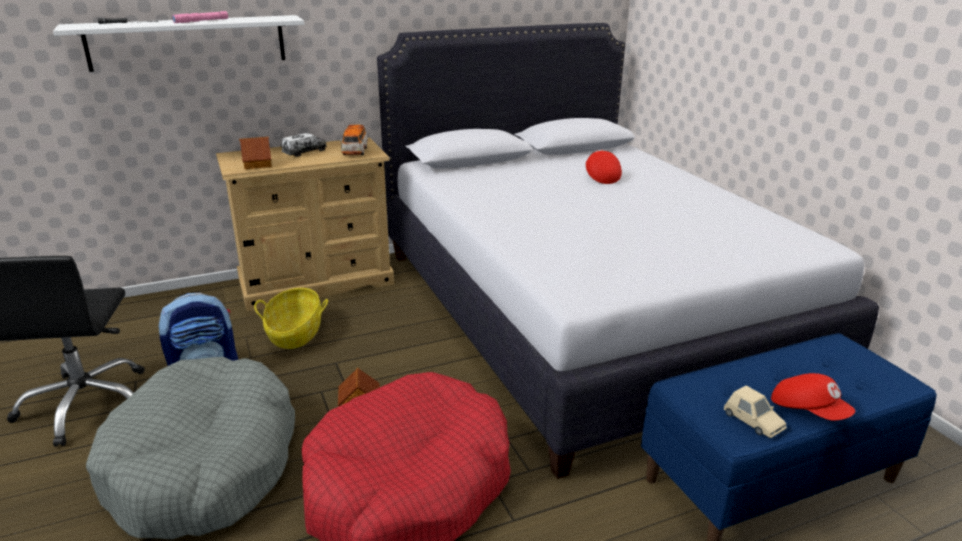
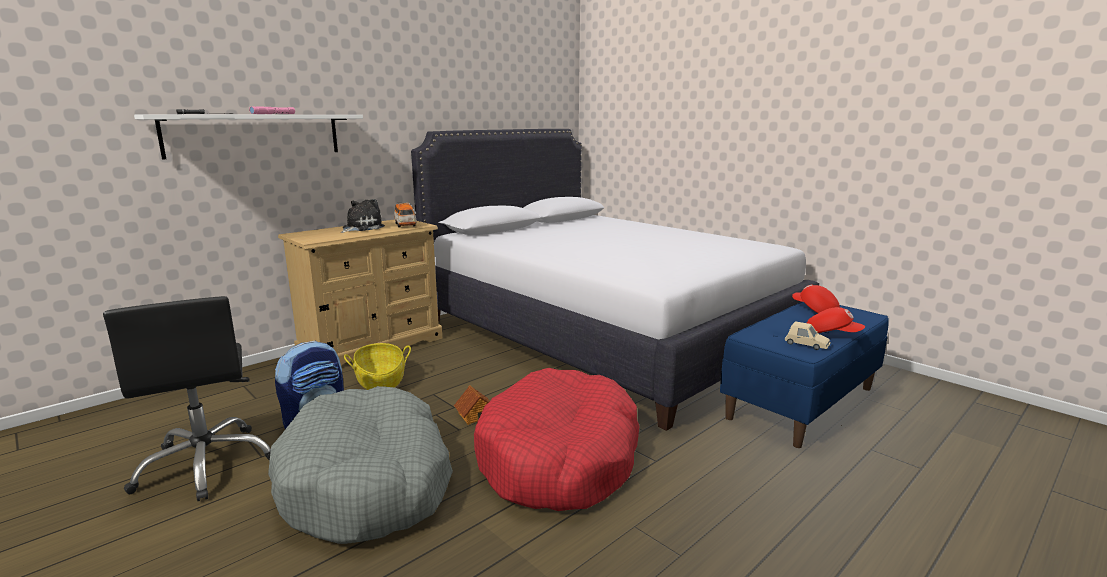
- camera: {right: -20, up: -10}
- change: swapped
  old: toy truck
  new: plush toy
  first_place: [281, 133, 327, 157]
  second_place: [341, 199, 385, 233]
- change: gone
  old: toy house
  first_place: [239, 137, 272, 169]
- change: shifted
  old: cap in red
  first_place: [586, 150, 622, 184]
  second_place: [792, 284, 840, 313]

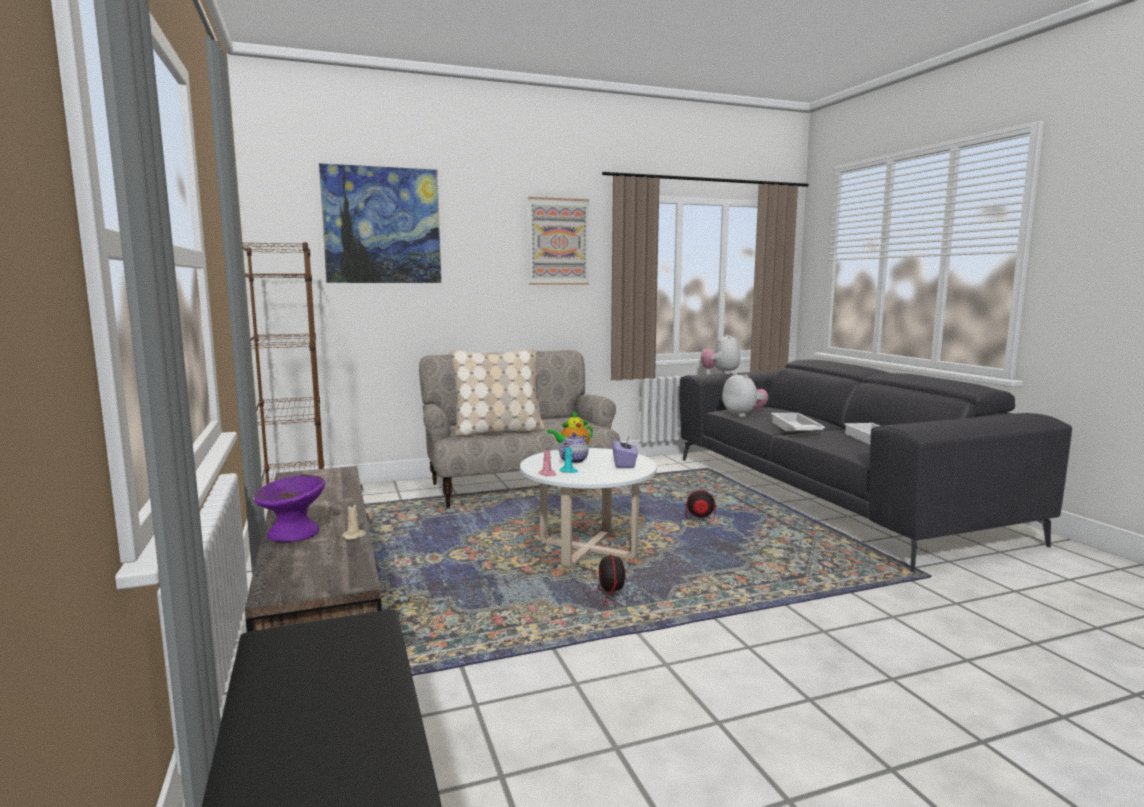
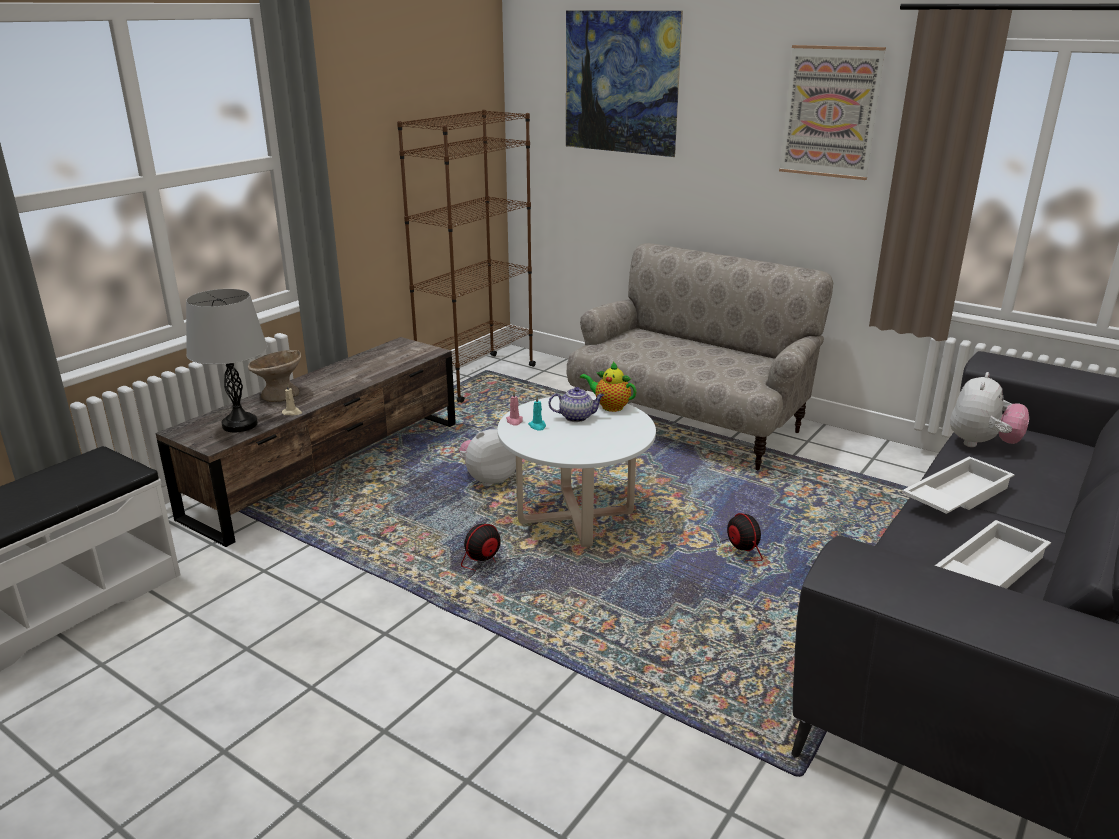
- camera: {right: 55, up: 15}
- change: shifted
  old: plush toy
  first_place: [701, 334, 740, 374]
  second_place: [459, 429, 516, 486]
- change: gone
  old: pillow in beige
  first_place: [450, 349, 544, 436]
- change: gone
  old: tissue box in purple
  first_place: [612, 436, 638, 468]
- change: repainted
  old: bowl in purple
  new: bowl in beige
  first_place: [253, 474, 326, 542]
  second_place: [248, 350, 301, 402]
- change: new
  new: table lamp in grey
  second_place: [186, 289, 267, 432]

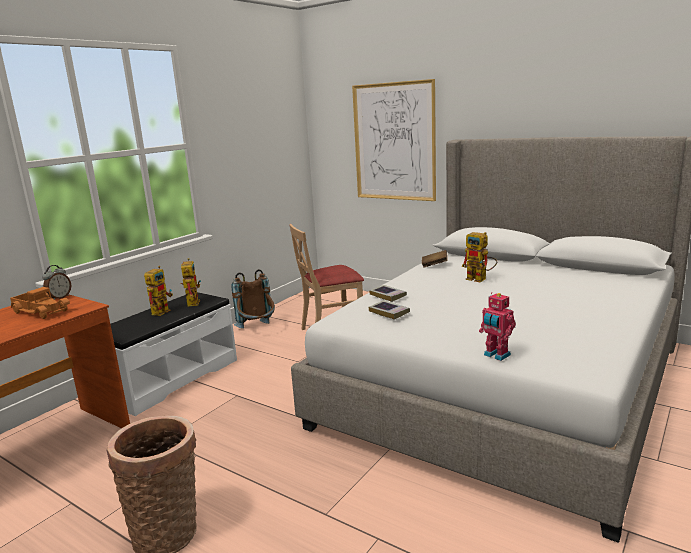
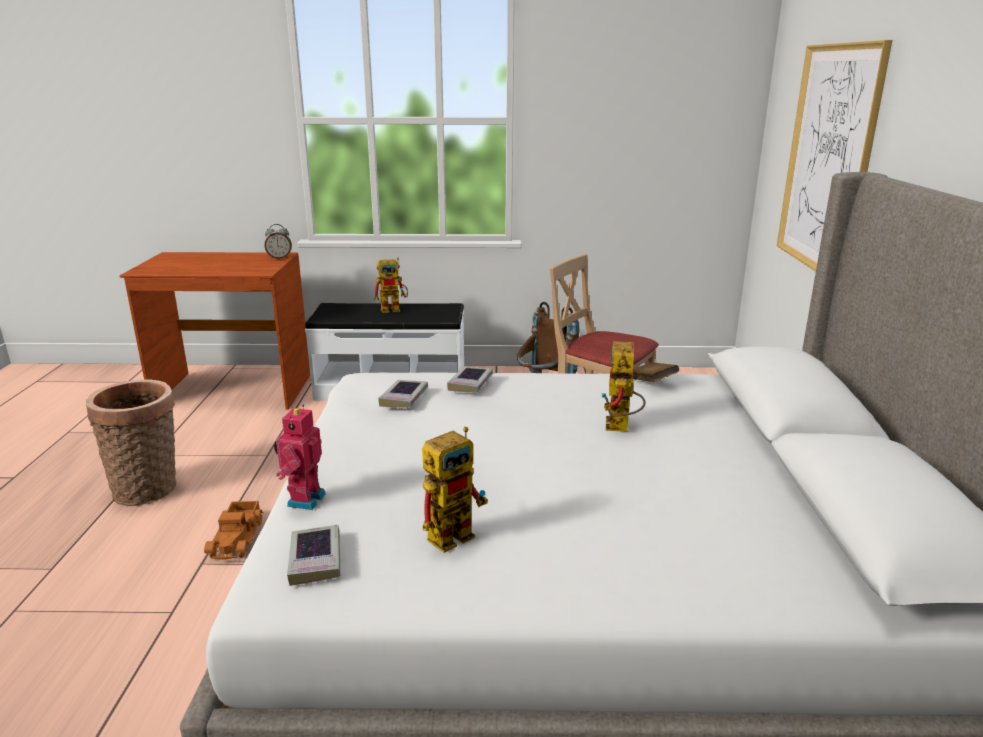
- camera: {right: 55, up: 5}
- change: shifted
  old: toy robot
  first_place: [180, 258, 201, 306]
  second_place: [422, 427, 488, 553]
- change: shifted
  old: toy truck
  first_place: [10, 287, 70, 319]
  second_place: [204, 501, 263, 560]
- change: new
  new: book
  second_place: [287, 525, 340, 586]

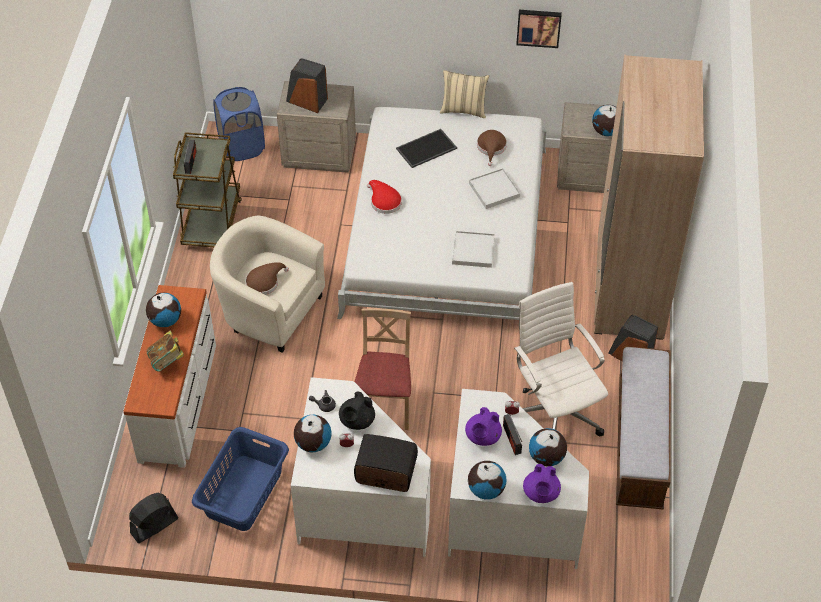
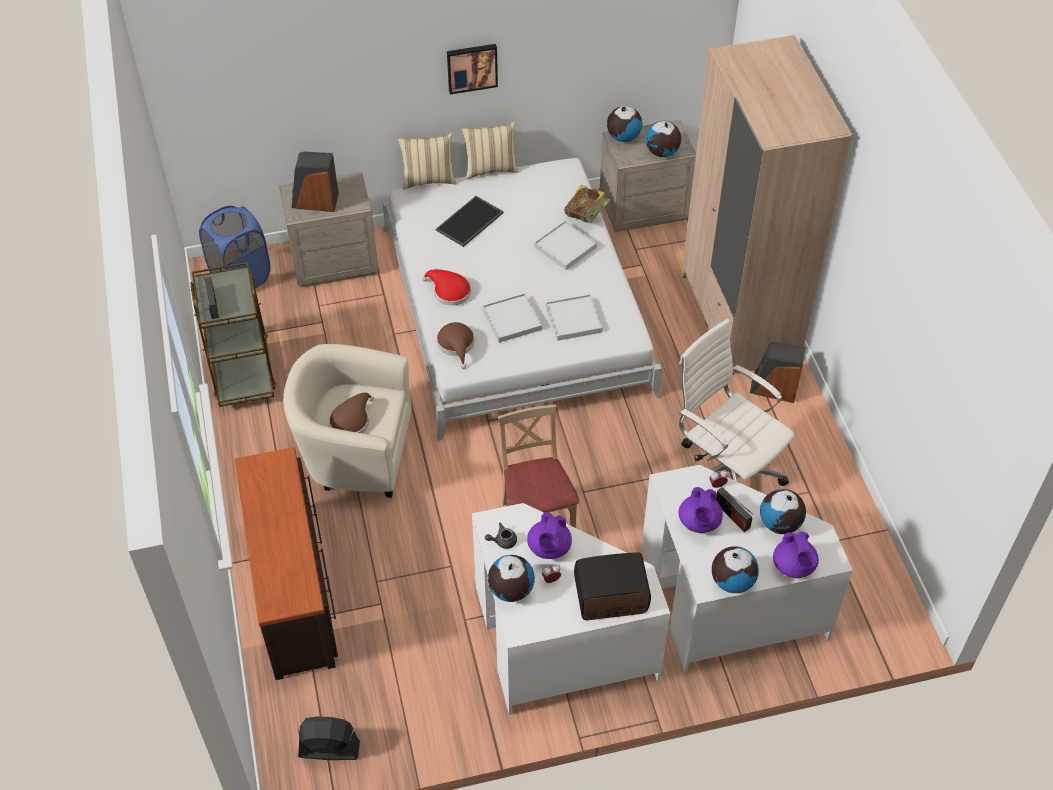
- camera: {right: -20, up: 0}
- change: shifted
  old: picture
  first_place: [516, 10, 562, 48]
  second_place: [447, 44, 498, 95]
- change: shifted
  old: hat in brown
  first_place: [477, 130, 507, 166]
  second_place: [437, 322, 474, 369]
- change: repainted
  old: dresser in white
  new: dresser in brown
  first_place: [123, 285, 216, 468]
  second_place: [235, 447, 338, 680]
- change: shifted
  old: globe
  first_place: [146, 293, 181, 327]
  second_place: [607, 106, 642, 142]
- change: shifted
  old: book
  first_place: [147, 330, 184, 372]
  second_place: [564, 185, 611, 223]
- change: gone
  old: bench
  first_place: [616, 346, 671, 510]
- change: repainted
  old: teapot in black
  new: teapot in purple
  first_place: [339, 392, 375, 430]
  second_place: [527, 512, 572, 559]
- change: gone
  old: laundry basket in blue
  first_place: [192, 427, 289, 531]
- change: rotated
  old: fan in black
  first_place: [129, 493, 178, 543]
  second_place: [298, 716, 360, 760]
  degrees: 60
- change: new
  new: pillow in beige
  second_place: [398, 133, 457, 190]
- change: new
  new: tray in white
  second_place: [482, 293, 542, 343]

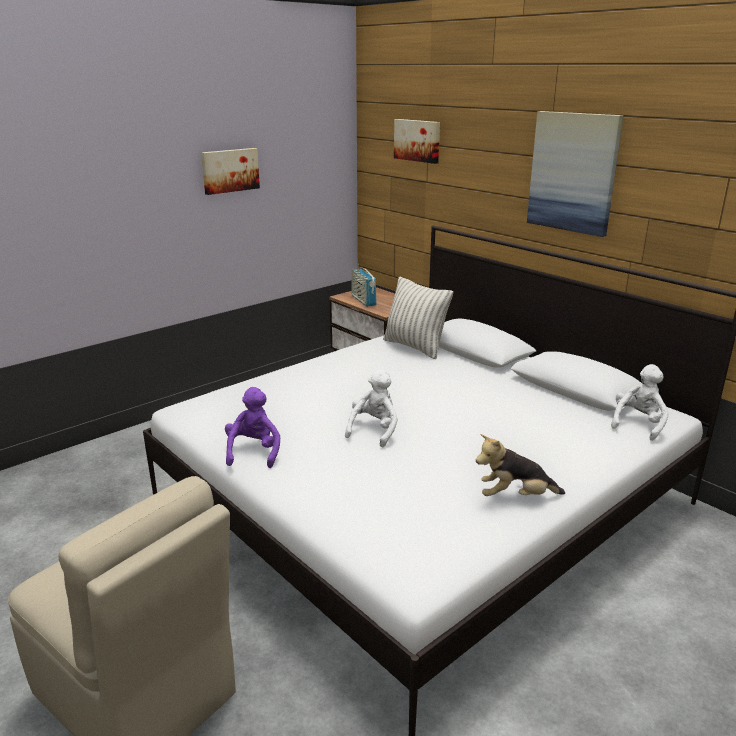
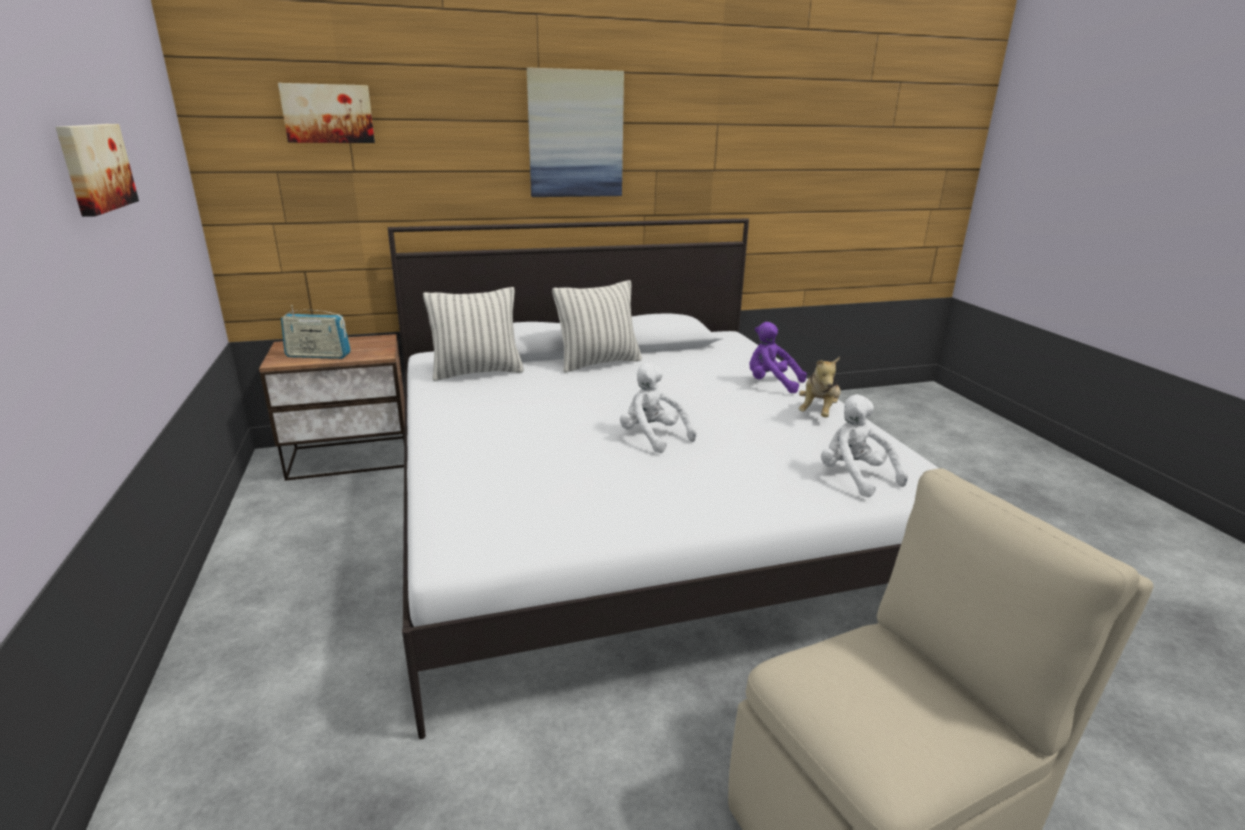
- camera: {right: -65, up: 0}
- change: shifted
  old: plush toy in white
  first_place: [611, 364, 669, 441]
  second_place: [821, 394, 908, 498]
- change: shifted
  old: plush toy in purple
  first_place: [225, 387, 280, 468]
  second_place: [750, 322, 807, 393]
- change: new
  new: pillow
  second_place: [552, 280, 642, 373]

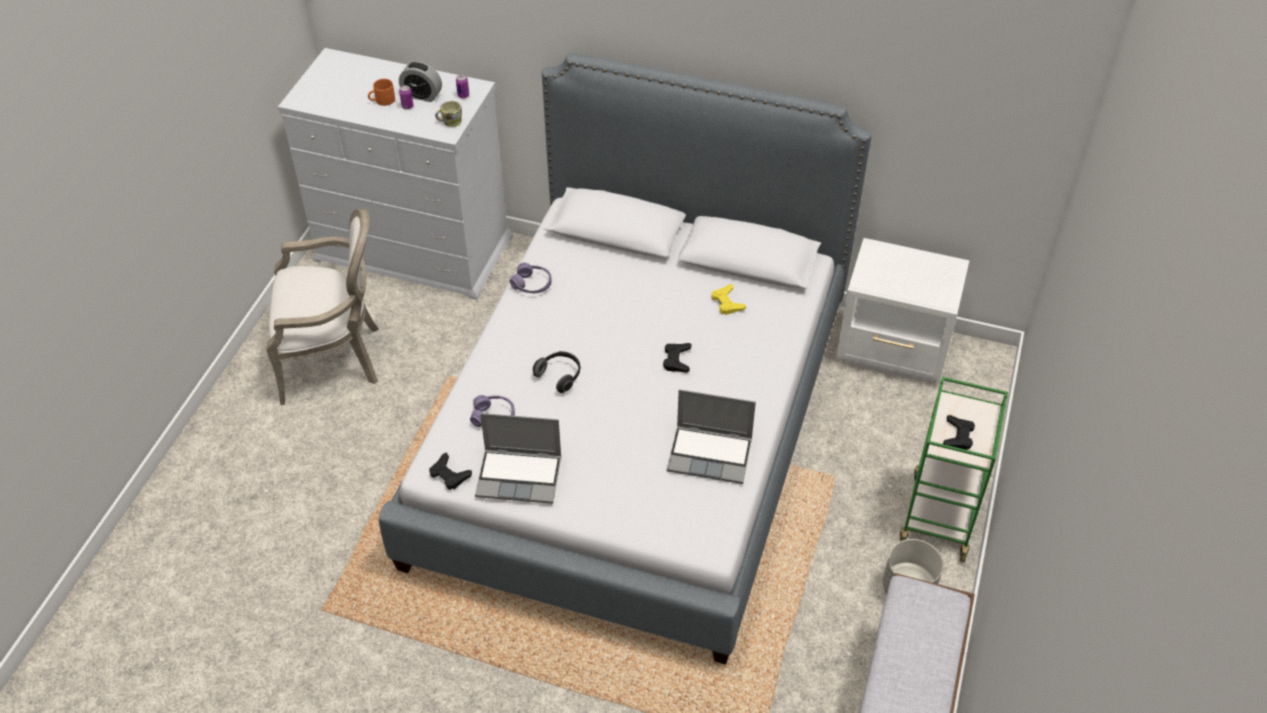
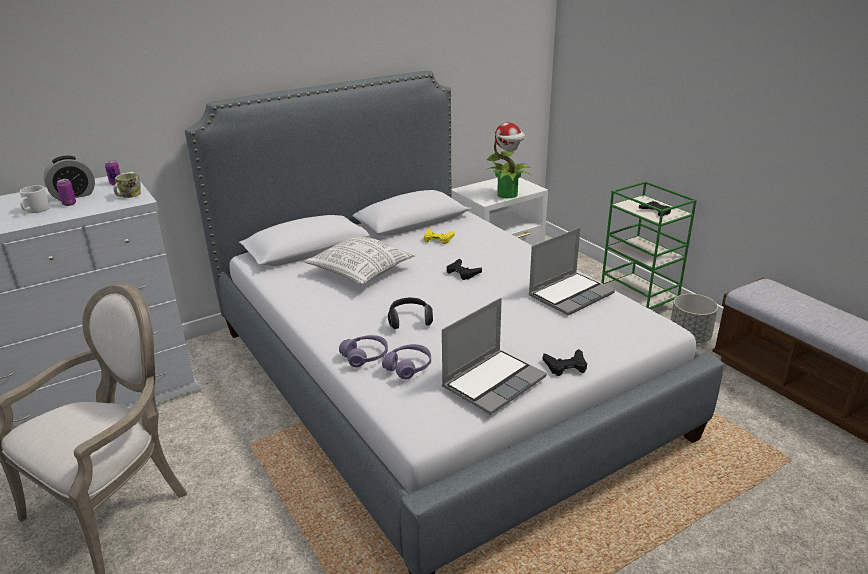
- camera: {right: -50, up: -20}
- change: repainted
  old: mug in orange
  new: mug in white
  first_place: [368, 79, 395, 106]
  second_place: [20, 185, 50, 213]
- change: shifted
  old: headphones in purple
  first_place: [510, 263, 552, 293]
  second_place: [339, 335, 388, 367]
- change: shifted
  old: game controller in black
  first_place: [429, 452, 472, 490]
  second_place: [542, 349, 587, 376]
- change: new
  new: potted plant
  second_place: [486, 122, 531, 199]
- change: new
  new: pillow
  second_place: [304, 235, 416, 285]

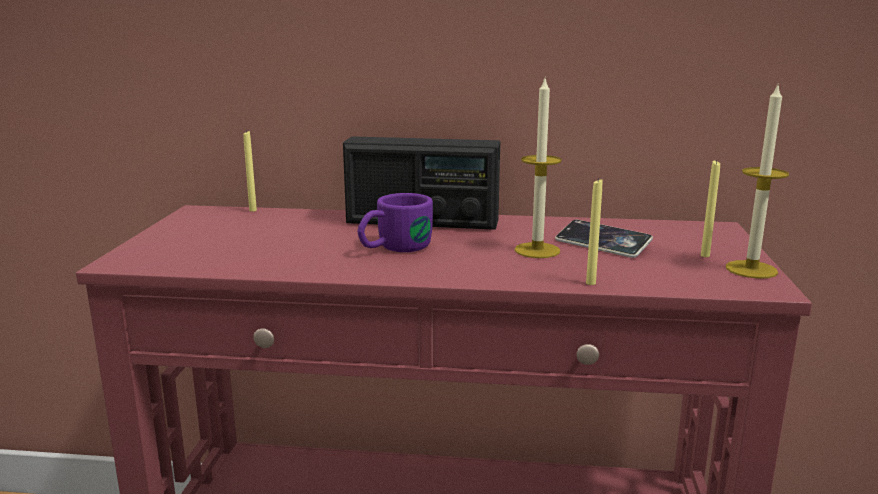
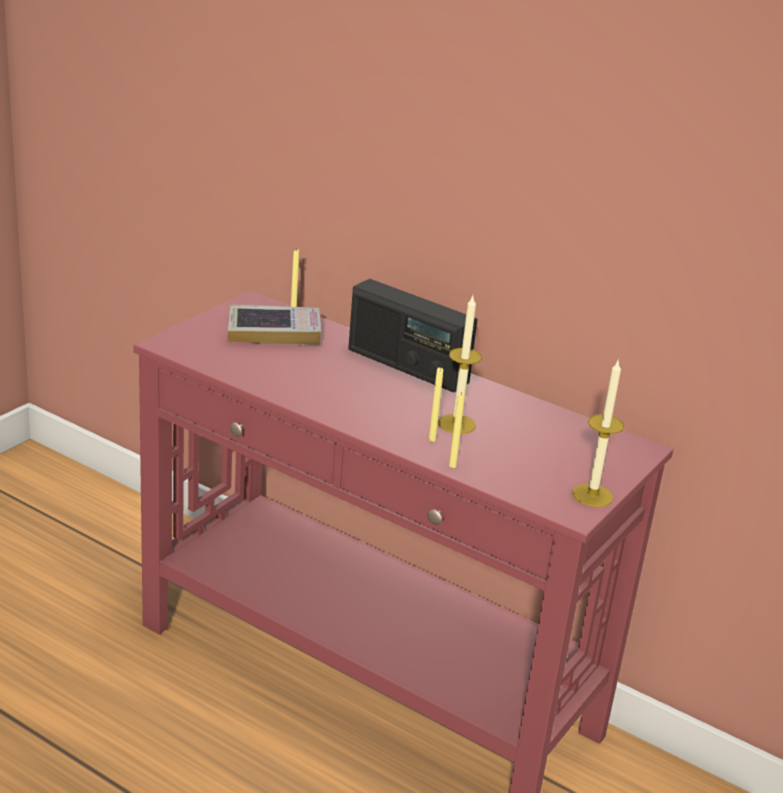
- camera: {right: 25, up: 10}
- change: shifted
  old: candle in yellow
  first_place: [701, 160, 720, 257]
  second_place: [429, 367, 443, 442]
- change: gone
  old: mug in purple
  first_place: [357, 193, 433, 252]
- change: gone
  old: phone
  first_place: [555, 220, 653, 258]
- change: new
  new: book
  second_place: [228, 304, 321, 345]

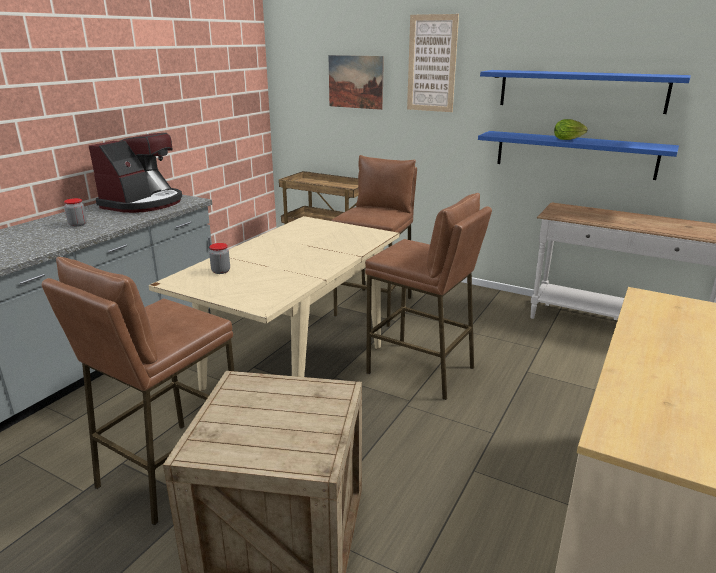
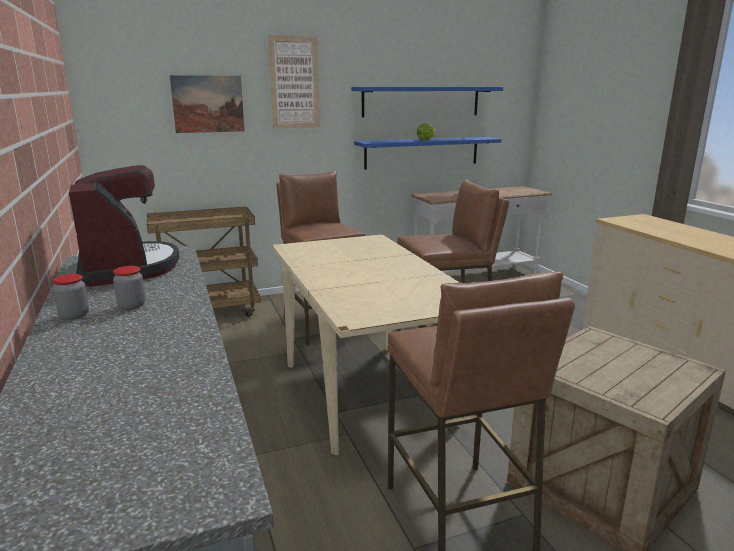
- camera: {right: -50, up: -5}
- change: shifted
  old: jar
  first_place: [209, 243, 230, 274]
  second_place: [53, 274, 89, 320]

